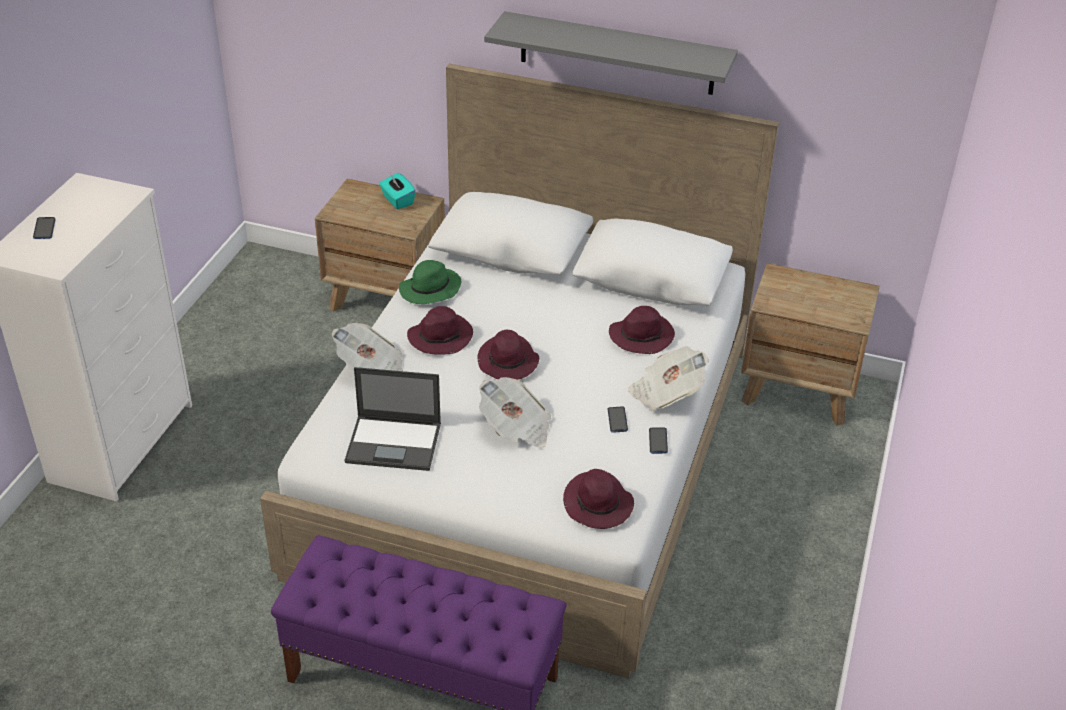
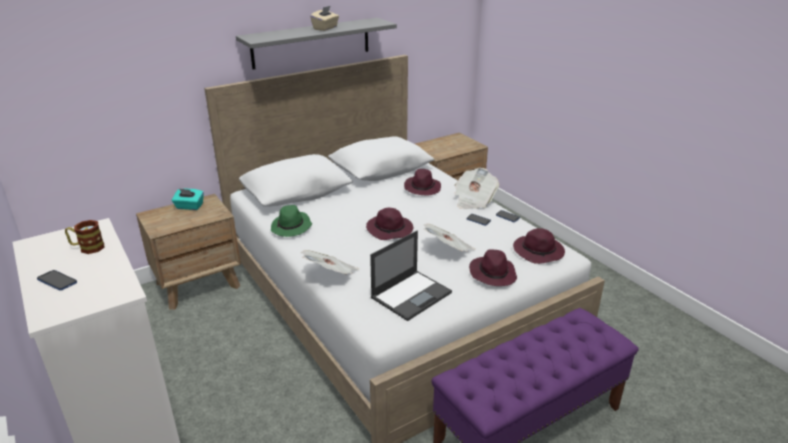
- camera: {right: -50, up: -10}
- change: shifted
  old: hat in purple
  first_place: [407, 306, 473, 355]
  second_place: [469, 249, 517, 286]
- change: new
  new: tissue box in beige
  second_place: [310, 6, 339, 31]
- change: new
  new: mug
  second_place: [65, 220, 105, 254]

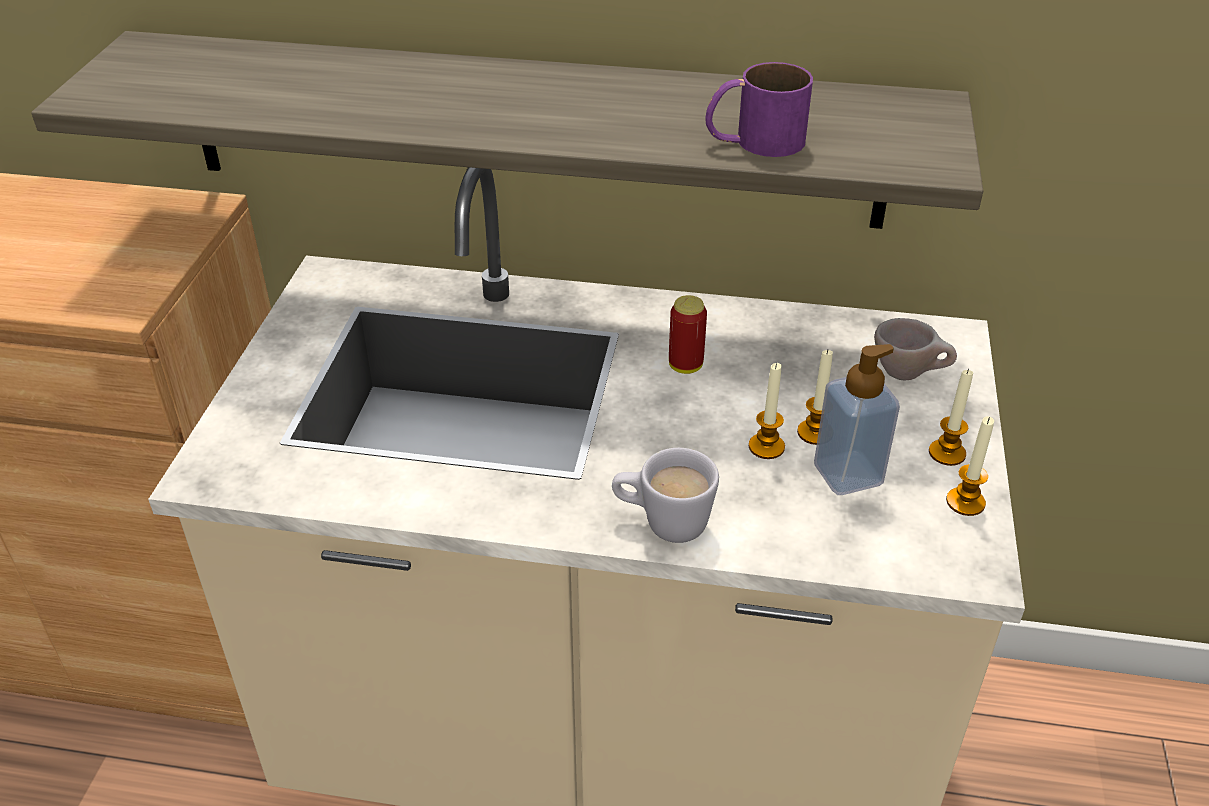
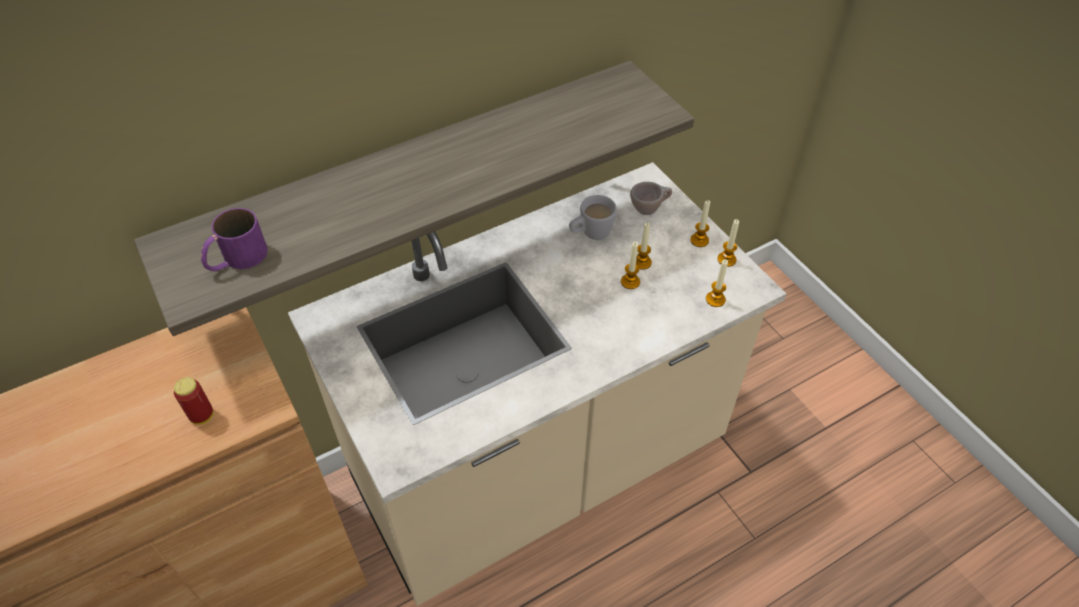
- camera: {right: -40, up: 10}
- change: shifted
  old: mug in purple
  first_place: [706, 62, 813, 157]
  second_place: [201, 208, 268, 271]
- change: shifted
  old: can
  first_place: [669, 295, 707, 374]
  second_place: [174, 377, 213, 425]
- change: gone
  old: soap dispenser
  first_place: [814, 344, 900, 495]
- change: shifted
  old: mug in white
  first_place: [612, 448, 719, 543]
  second_place: [569, 195, 617, 240]
- change: new
  new: candle
  second_place: [706, 259, 728, 307]

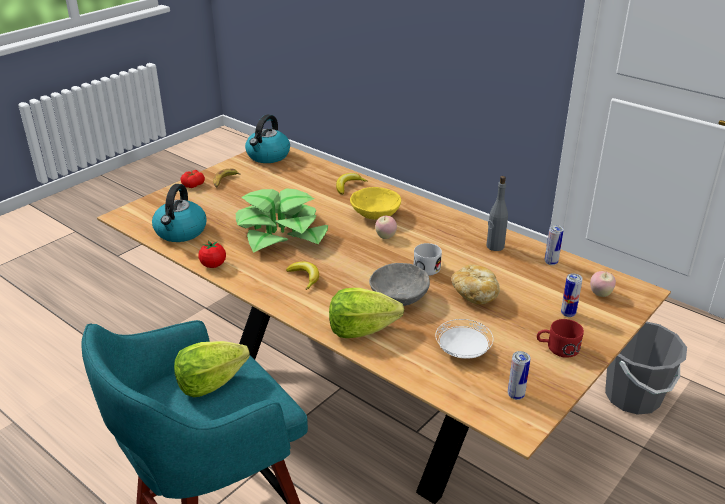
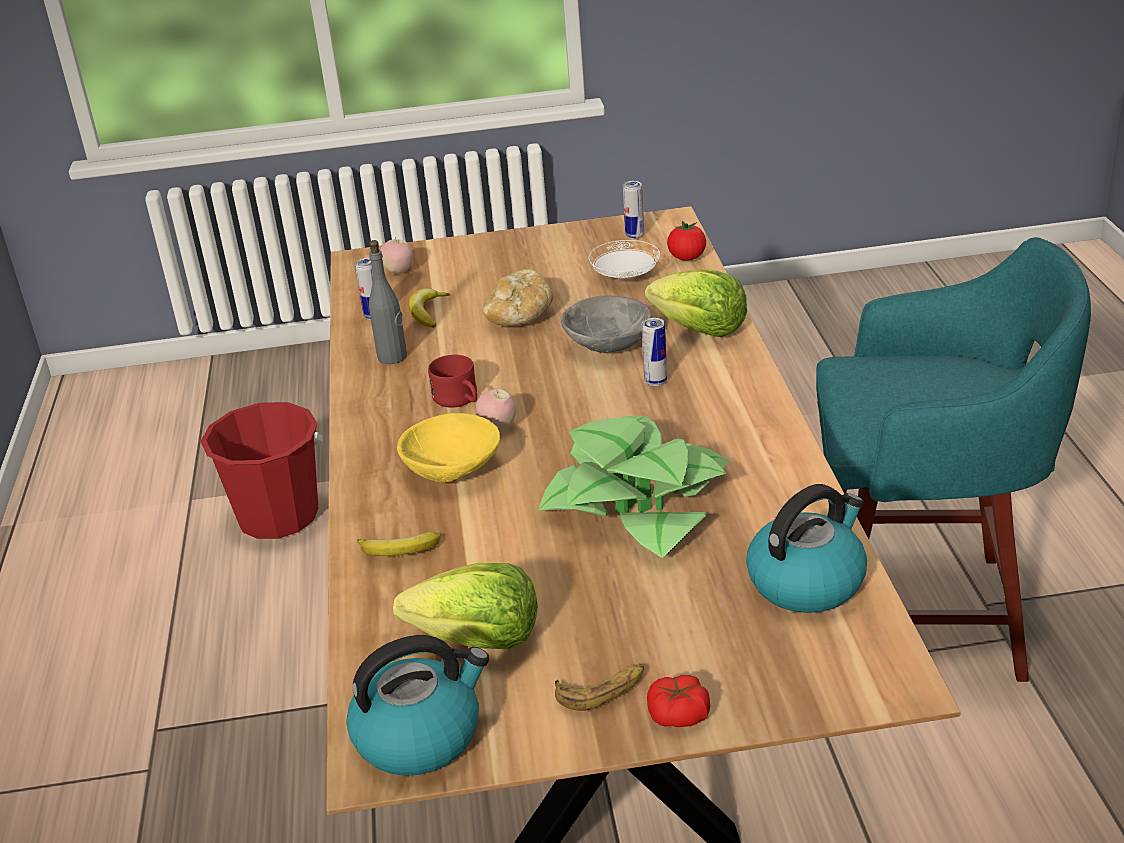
- camera: {right: -135, up: 0}
- change: shifted
  old: tomato
  first_place: [198, 241, 226, 268]
  second_place: [667, 221, 706, 261]
- change: gone
  old: mug in white
  first_place: [413, 243, 442, 276]
- change: shifted
  old: banana
  first_place: [286, 262, 319, 290]
  second_place: [409, 288, 450, 328]
- change: shifted
  old: can
  first_place: [561, 273, 583, 317]
  second_place: [642, 318, 667, 386]
- change: shifted
  old: mug in red
  first_place: [537, 319, 584, 358]
  second_place: [428, 355, 477, 408]
- change: repainted
  old: bucket in grey
  new: bucket in red
  first_place: [605, 322, 687, 415]
  second_place: [200, 402, 323, 539]
- change: shifted
  old: lettuce
  first_place: [174, 341, 250, 397]
  second_place: [393, 563, 538, 649]

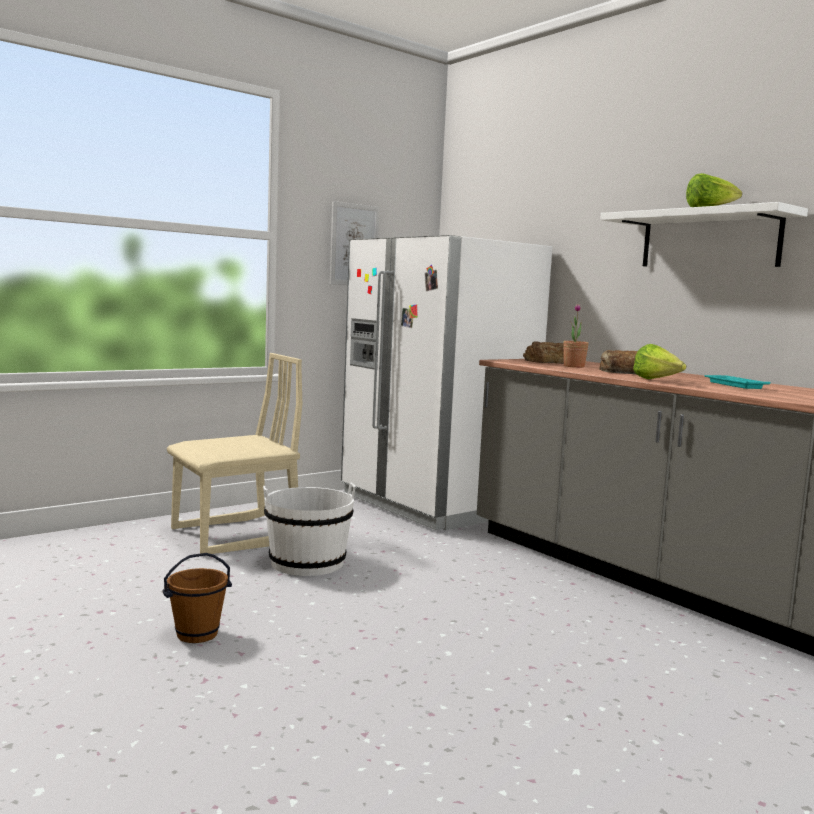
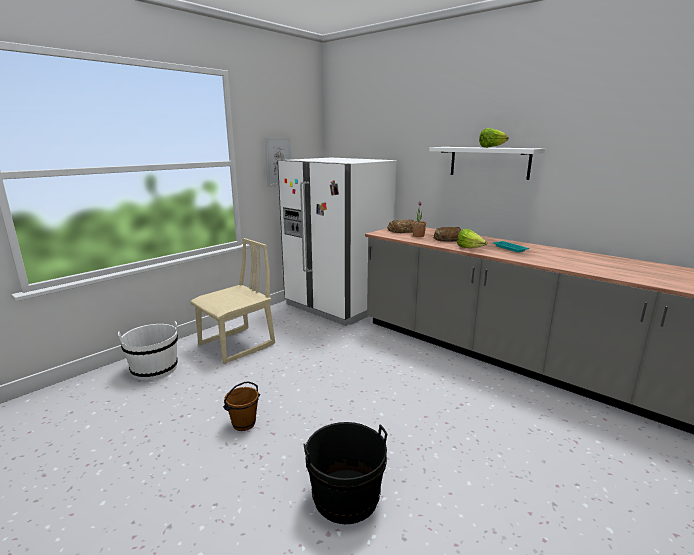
- camera: {right: -10, up: 10}
- change: shifted
  old: bucket in white
  first_place: [263, 483, 356, 576]
  second_place: [118, 321, 178, 381]
- change: new
  new: bucket in black
  second_place: [304, 422, 387, 524]

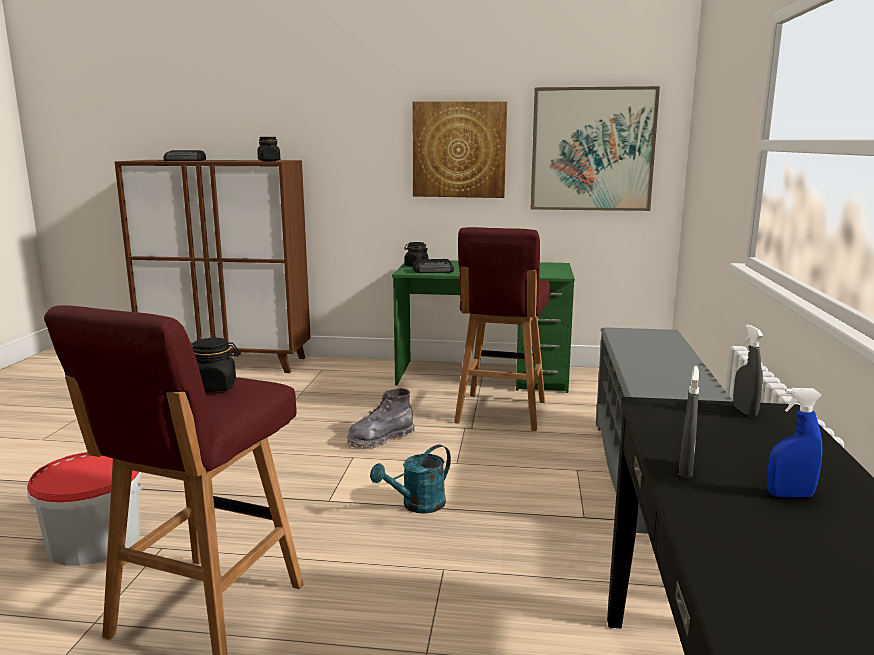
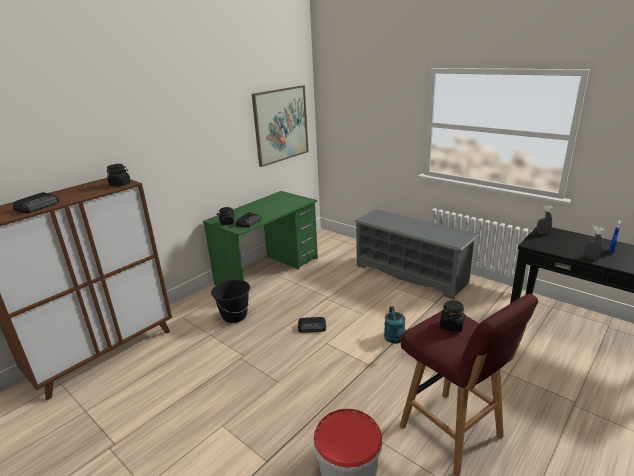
- camera: {right: -55, up: 10}
- change: gone
  old: picture
  first_place: [413, 101, 507, 198]
- change: gone
  old: stool in red
  first_place: [454, 227, 550, 431]
- change: swapped
  old: boot in grey
  new: radio
  first_place: [347, 388, 415, 448]
  second_place: [298, 317, 326, 333]
- change: new
  new: bucket in black
  second_place: [211, 279, 251, 323]

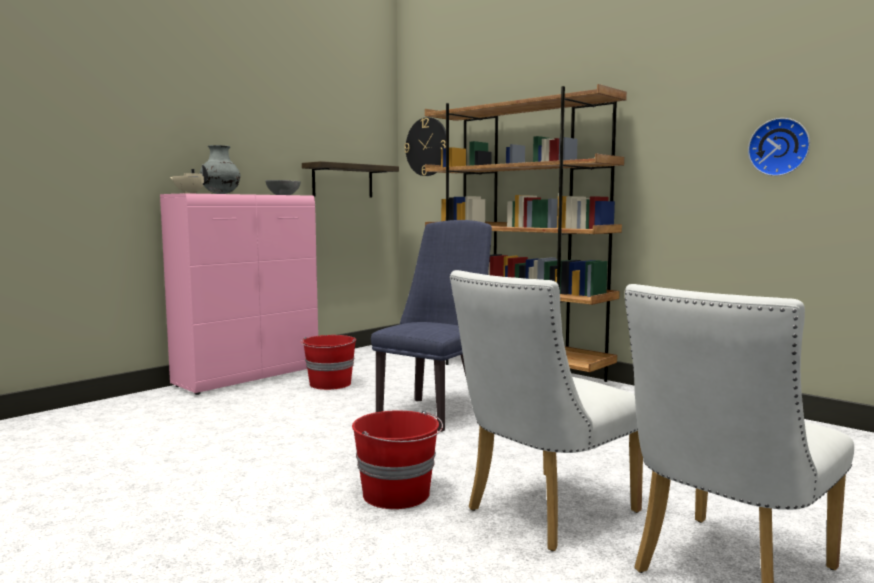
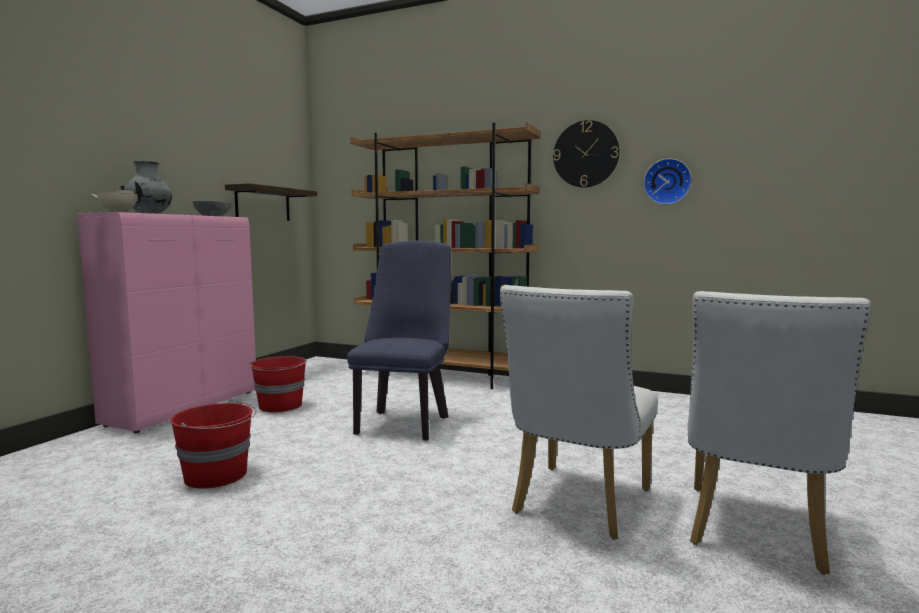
- camera: {right: -20, up: 0}
- change: shifted
  old: wall clock
  first_place: [404, 117, 446, 176]
  second_place: [553, 120, 620, 187]
- change: shifted
  old: bucket in red
  first_place: [352, 410, 443, 509]
  second_place: [170, 401, 256, 489]

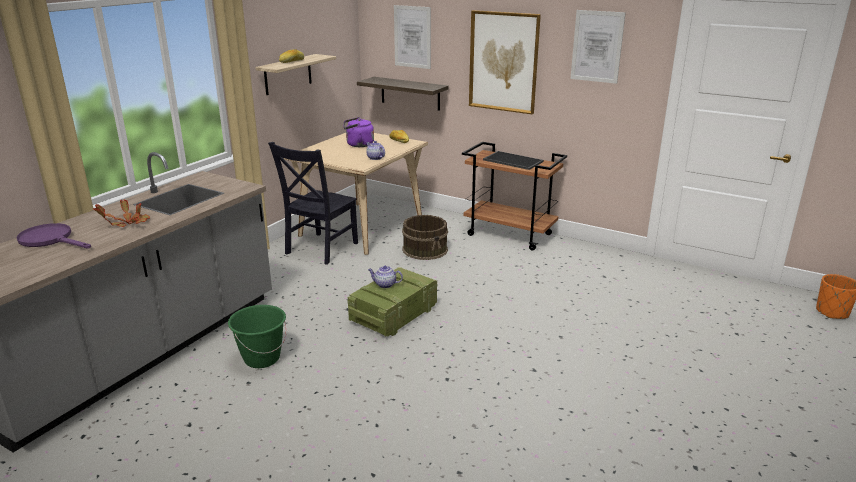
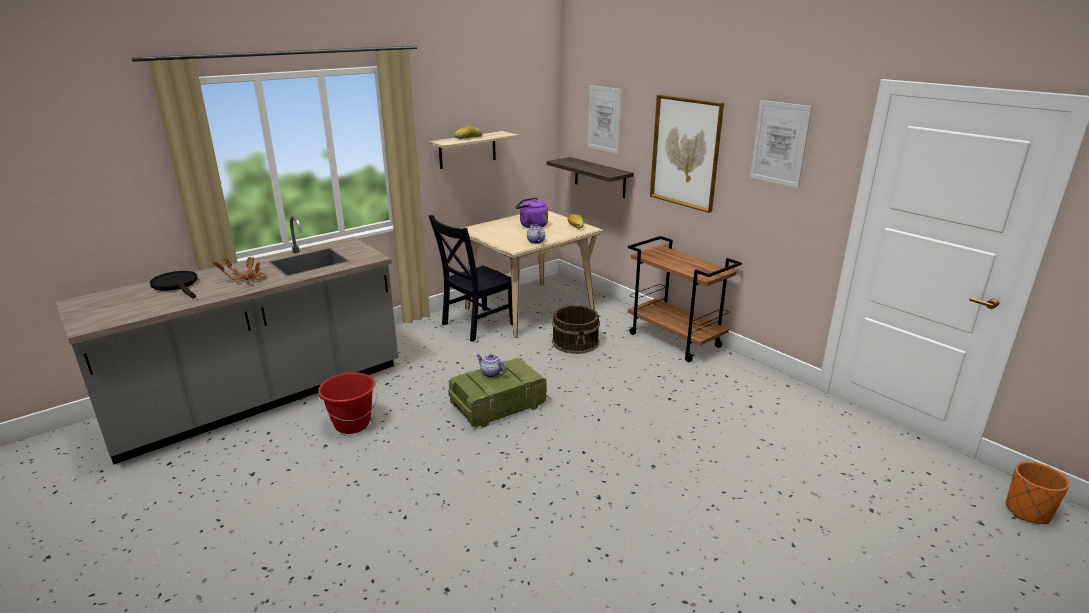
- camera: {right: 20, up: 0}
- change: gone
  old: tray
  first_place: [483, 151, 544, 170]
- change: repainted
  old: frying pan in purple
  new: frying pan in black
  first_place: [16, 223, 91, 249]
  second_place: [150, 271, 198, 298]
- change: repainted
  old: bucket in green
  new: bucket in red
  first_place: [228, 305, 287, 368]
  second_place: [318, 372, 377, 434]

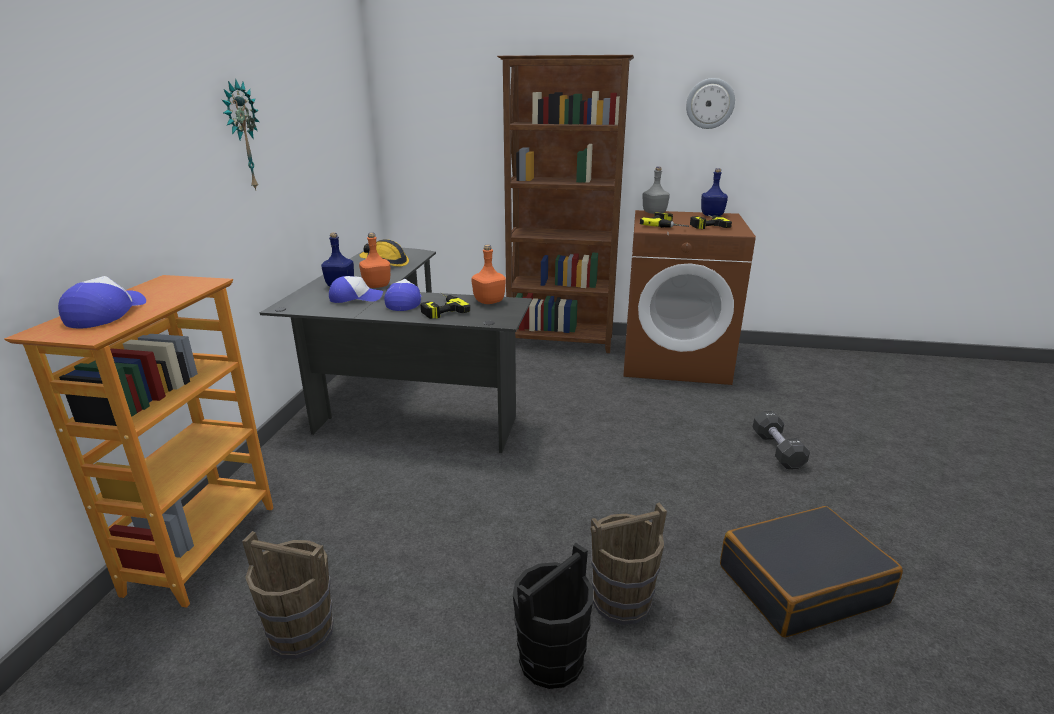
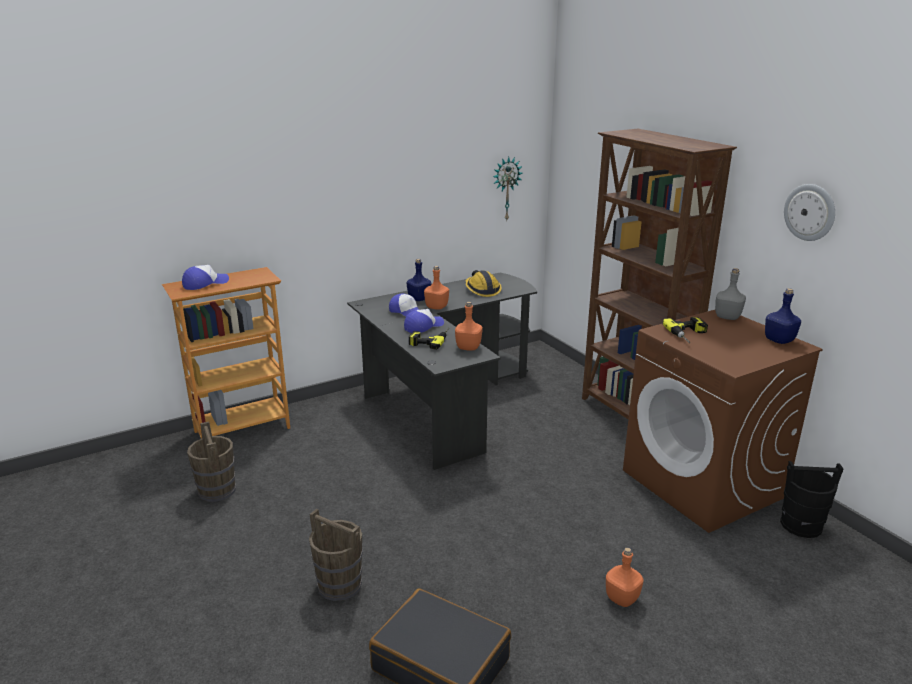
- camera: {right: 50, up: 0}
- change: shifted
  old: wall clock
  first_place: [222, 78, 259, 190]
  second_place: [493, 157, 522, 222]
- change: gone
  old: power drill
  first_place: [690, 214, 732, 229]
- change: swapped
  old: dumbbell in black
  new: bottle in orange
  first_place: [752, 411, 810, 469]
  second_place: [606, 548, 644, 607]
- change: shifted
  old: bucket in black
  first_place: [513, 543, 593, 689]
  second_place: [780, 461, 843, 538]

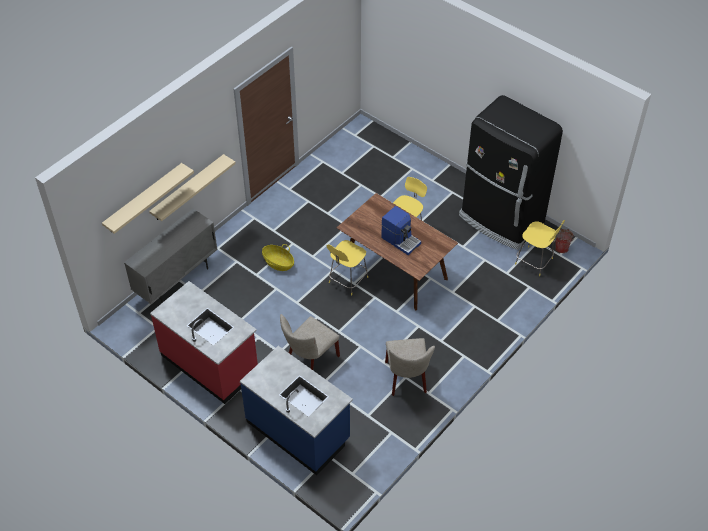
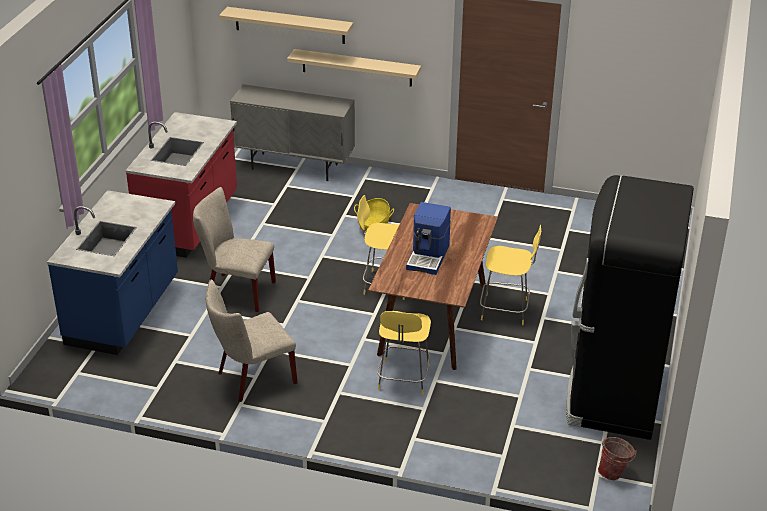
- camera: {right: 65, up: -15}
- change: shifted
  old: stool in yellow
  first_place: [515, 220, 565, 276]
  second_place: [377, 311, 431, 395]

